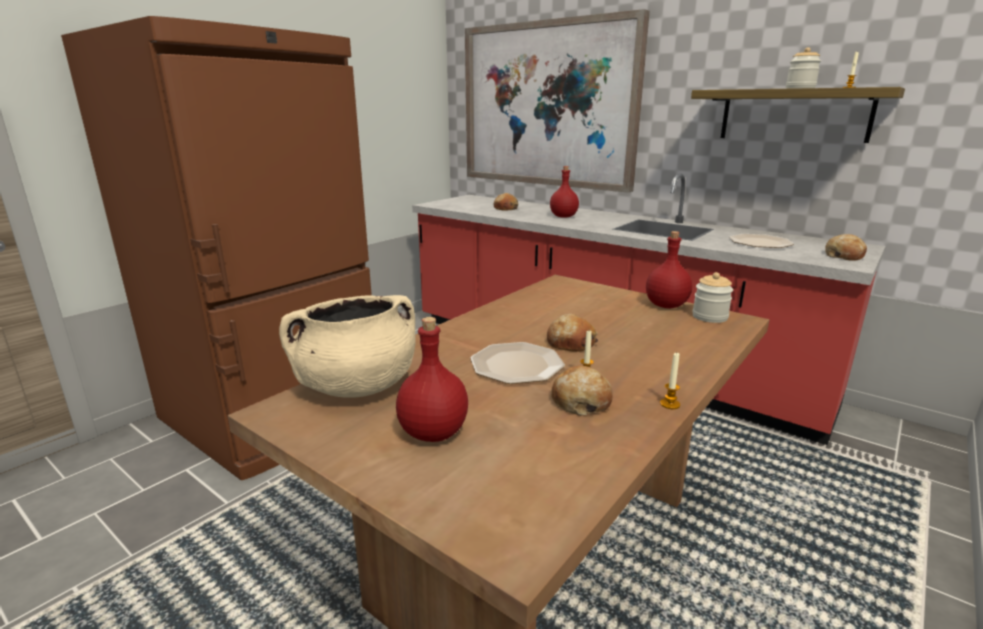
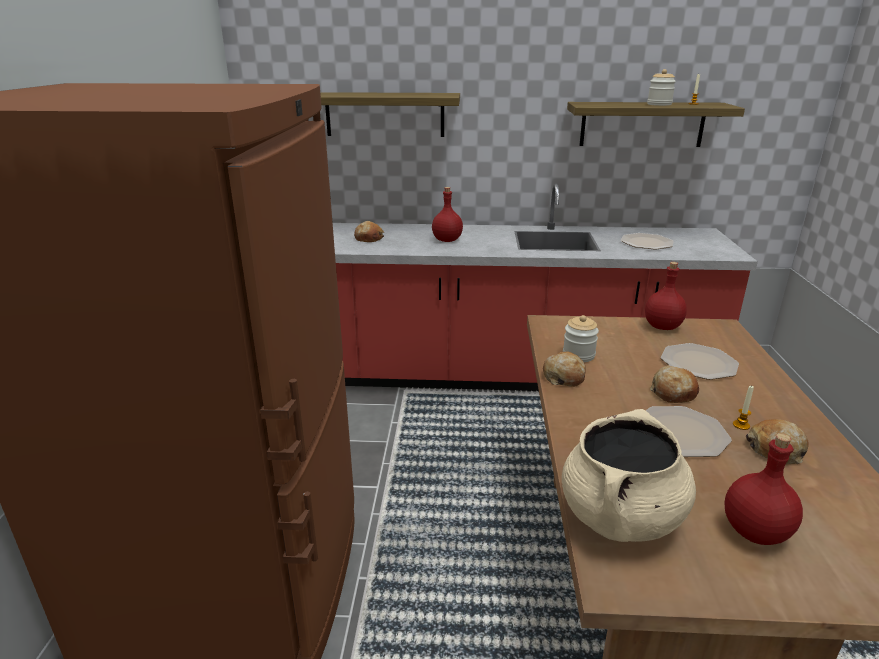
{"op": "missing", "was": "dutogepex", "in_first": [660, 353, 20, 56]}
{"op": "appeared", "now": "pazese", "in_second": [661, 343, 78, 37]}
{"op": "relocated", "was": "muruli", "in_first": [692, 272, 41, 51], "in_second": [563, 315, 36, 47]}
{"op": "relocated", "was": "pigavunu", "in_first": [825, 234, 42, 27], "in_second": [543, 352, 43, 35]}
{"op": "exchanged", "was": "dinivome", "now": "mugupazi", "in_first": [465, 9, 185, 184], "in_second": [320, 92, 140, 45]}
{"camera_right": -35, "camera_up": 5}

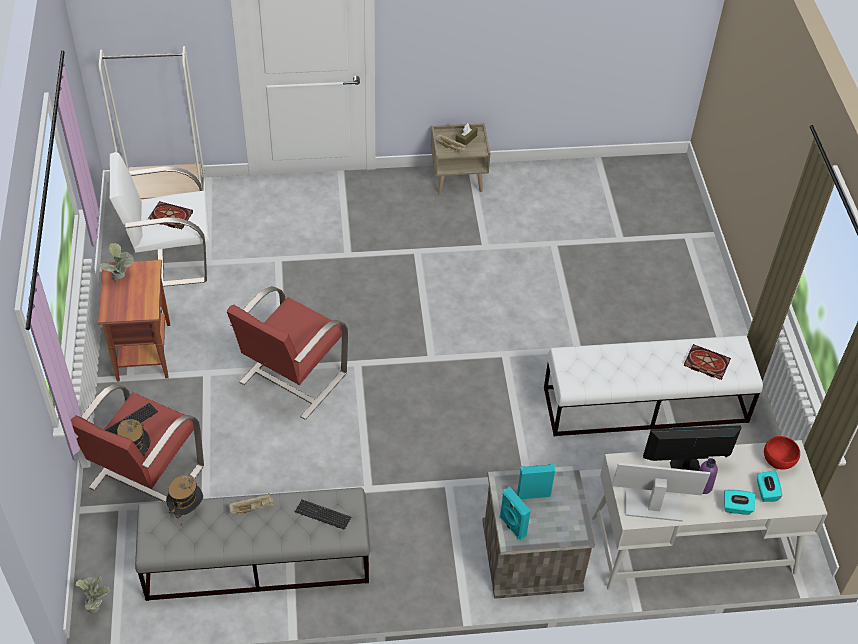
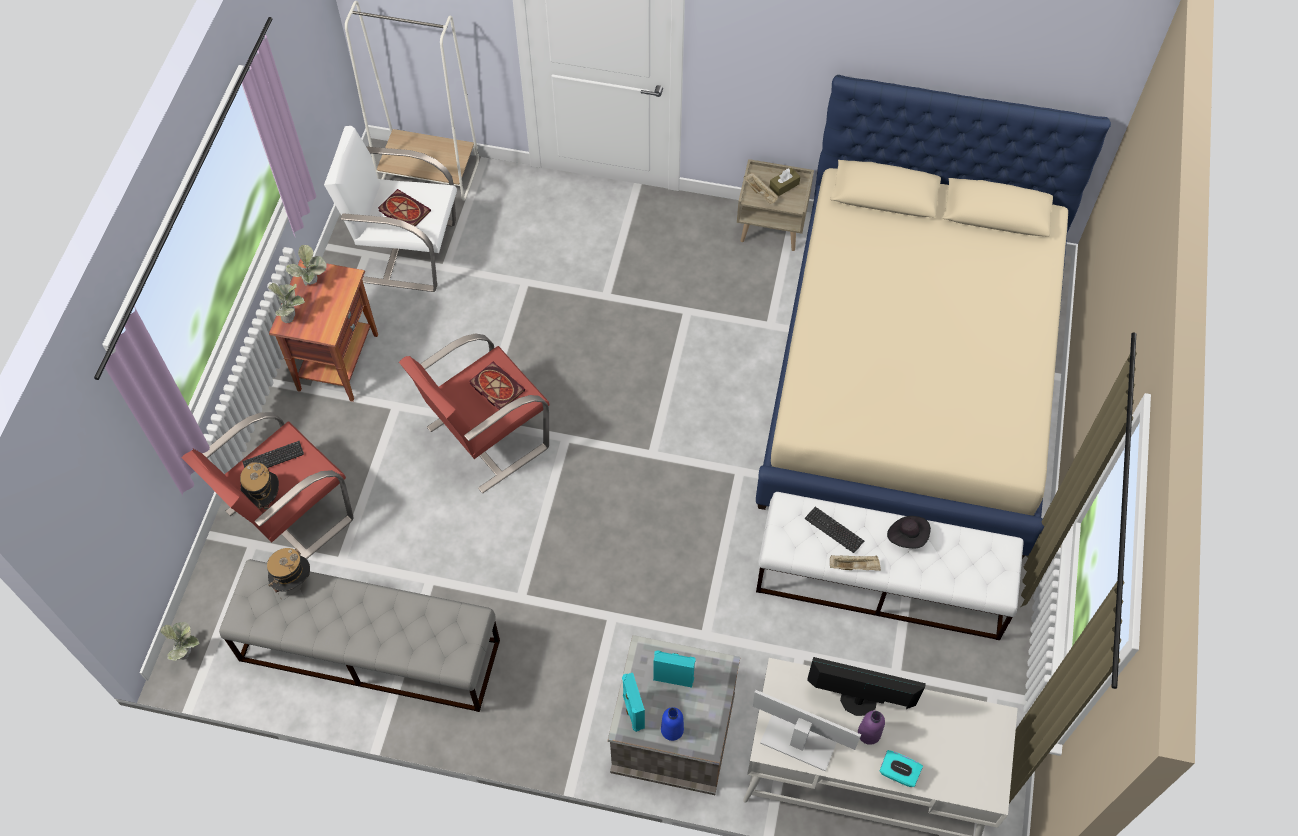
{"op": "missing", "was": "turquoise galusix", "in_first": [757, 470, 25, 32]}
{"op": "missing", "was": "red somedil", "in_first": [764, 436, 36, 34]}
{"op": "appeared", "now": "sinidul", "in_second": [269, 283, 36, 40]}
{"op": "appeared", "now": "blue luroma", "in_second": [661, 707, 23, 34]}
{"op": "appeared", "now": "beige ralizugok", "in_second": [756, 75, 355, 484]}
{"op": "appeared", "now": "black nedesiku", "in_second": [887, 516, 44, 32]}
{"op": "relocated", "was": "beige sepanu", "in_first": [229, 493, 46, 21], "in_second": [830, 555, 51, 16]}
{"op": "relocated", "was": "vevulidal", "in_first": [295, 500, 56, 30], "in_second": [805, 507, 59, 46]}
{"op": "relocated", "was": "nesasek", "in_first": [684, 344, 47, 36], "in_second": [469, 362, 56, 48]}
{"camera_right": 20, "camera_up": 10}

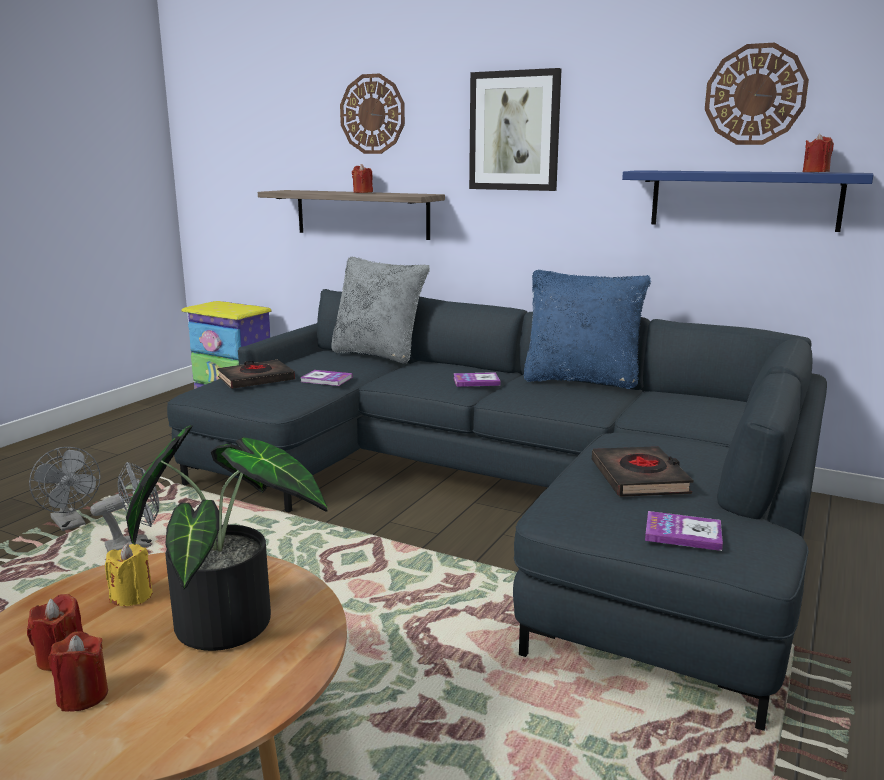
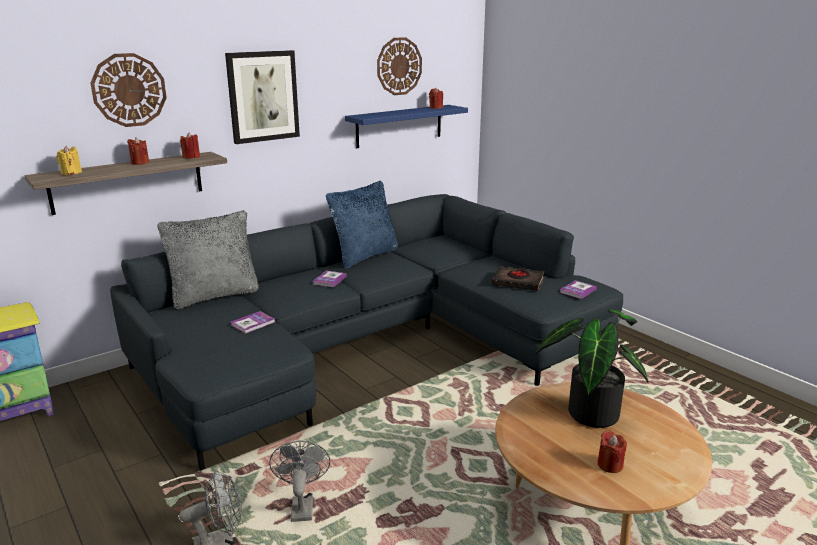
{"op": "missing", "was": "black nesasek", "in_first": [217, 360, 78, 29]}
{"op": "relocated", "was": "red dutogepex", "in_first": [48, 631, 60, 81], "in_second": [180, 132, 20, 27]}
{"op": "relocated", "was": "yellow dutogepex", "in_first": [105, 544, 48, 62], "in_second": [56, 146, 26, 29]}
{"camera_right": -65, "camera_up": 5}

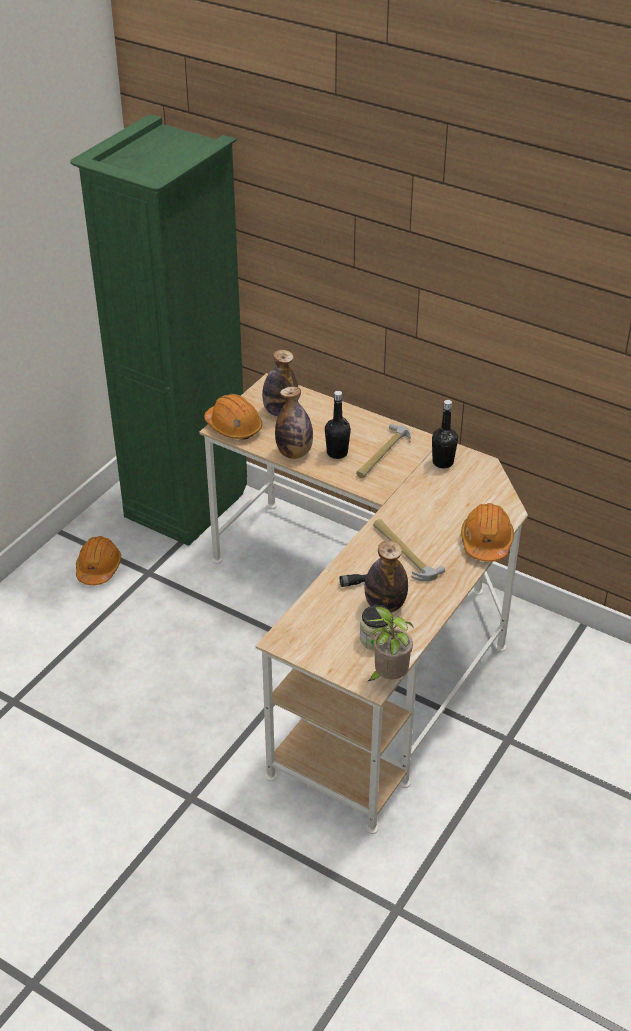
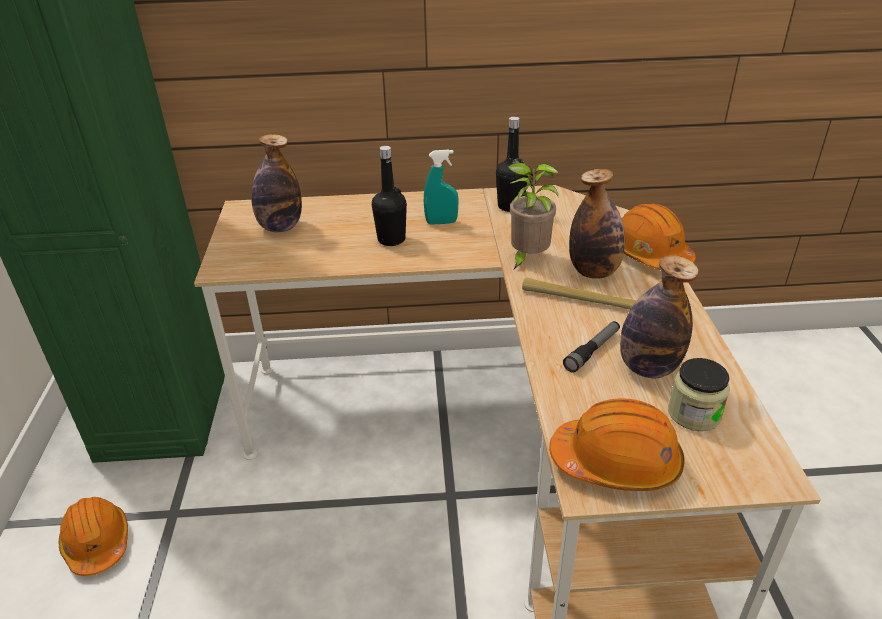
{"op": "relocated", "was": "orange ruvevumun", "in_first": [204, 394, 58, 46], "in_second": [549, 398, 136, 93]}
{"op": "relocated", "was": "luroma", "in_first": [275, 386, 38, 73], "in_second": [569, 169, 56, 110]}
{"op": "relocated", "was": "sinidul", "in_first": [367, 606, 47, 76], "in_second": [507, 163, 52, 107]}
{"op": "exchanged", "was": "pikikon", "now": "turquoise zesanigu", "in_first": [356, 423, 55, 55], "in_second": [424, 149, 35, 76]}
{"camera_right": -35, "camera_up": -5}

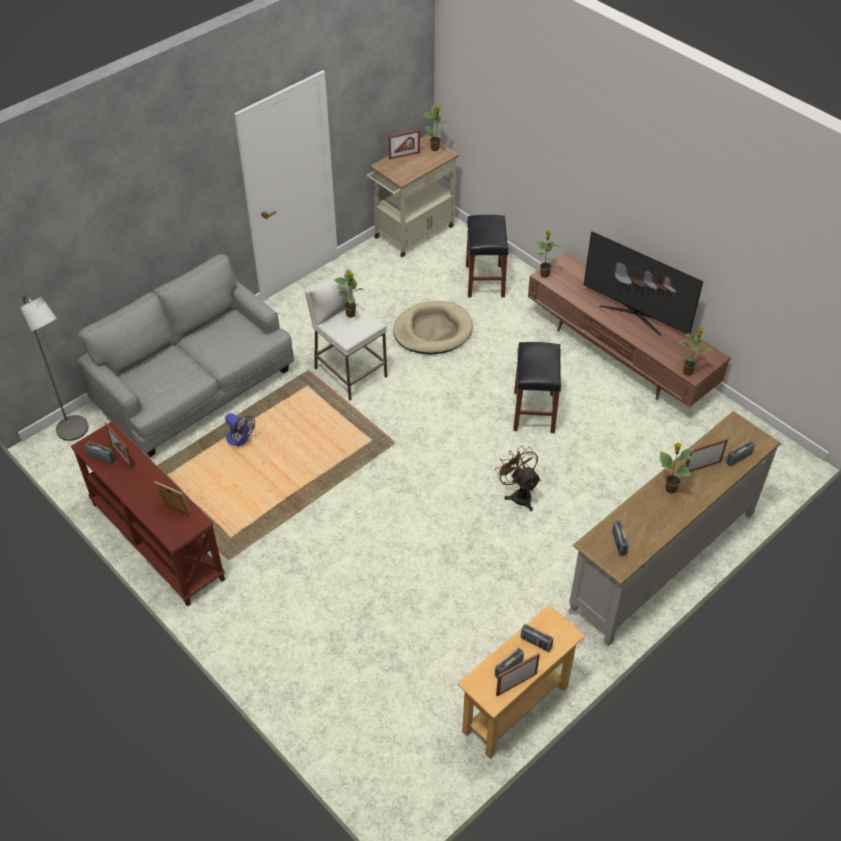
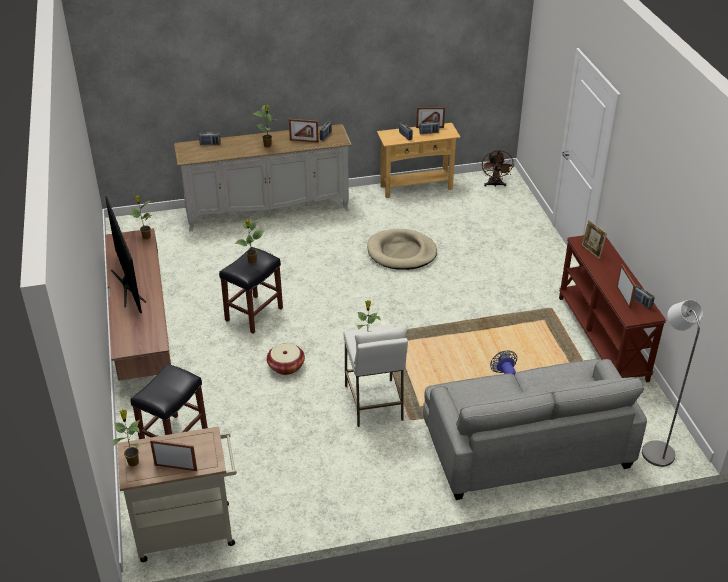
{"op": "appeared", "now": "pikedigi", "in_second": [267, 343, 38, 32]}
{"op": "relocated", "was": "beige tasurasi", "in_first": [393, 301, 80, 54], "in_second": [367, 229, 70, 41]}
{"op": "relocated", "was": "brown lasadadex", "in_first": [495, 446, 46, 65], "in_second": [482, 149, 32, 38]}
{"op": "relocated", "was": "sinidul", "in_first": [537, 230, 24, 48], "in_second": [235, 219, 29, 45]}
{"op": "relocated", "was": "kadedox", "in_first": [685, 439, 43, 33], "in_second": [289, 119, 30, 24]}
{"camera_right": -150, "camera_up": -10}

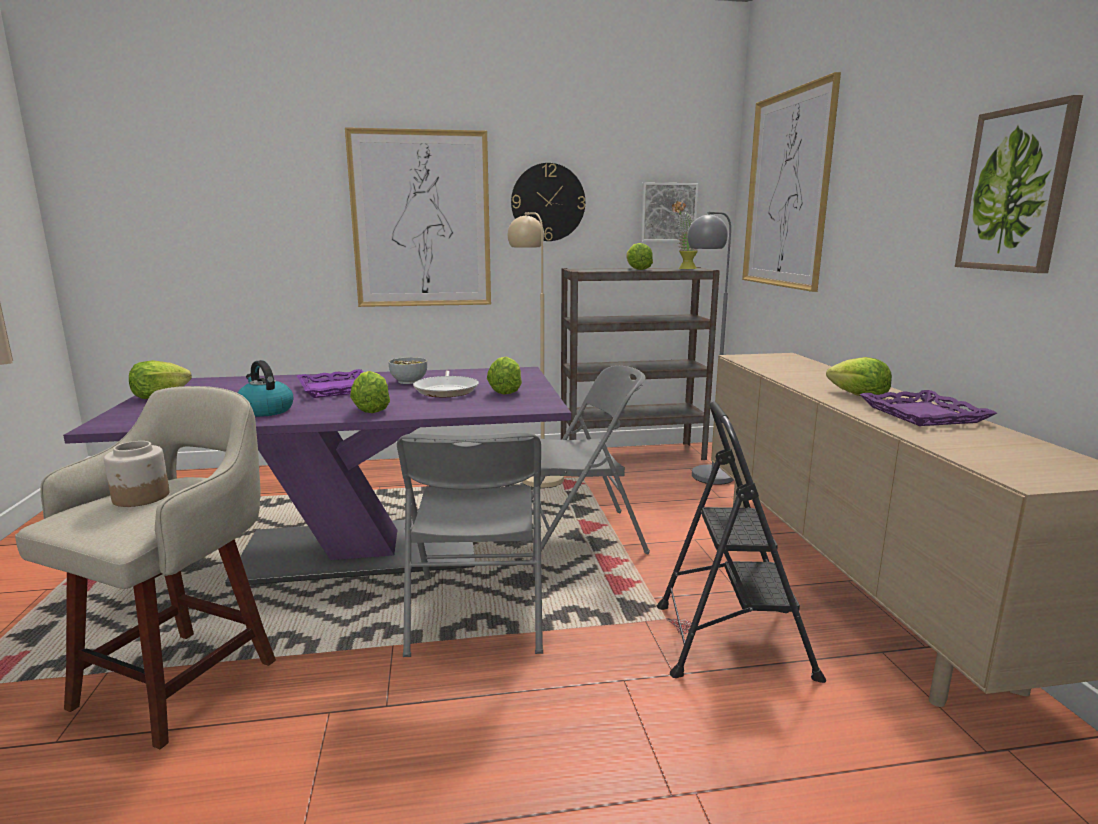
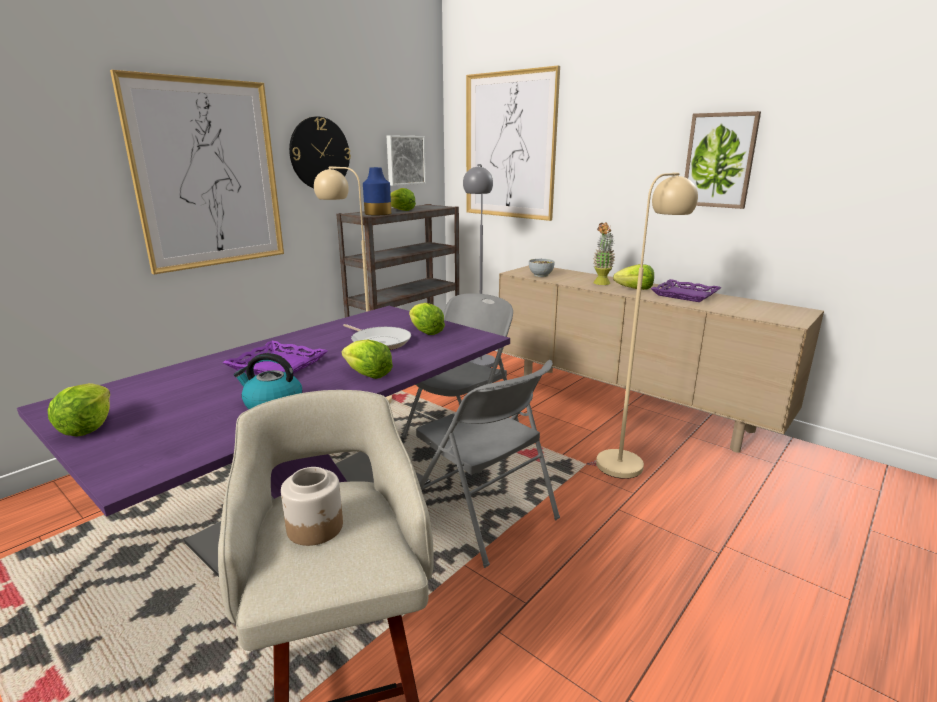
{"op": "appeared", "now": "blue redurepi", "in_second": [363, 167, 28, 48]}
{"op": "relocated", "was": "somedil", "in_first": [388, 357, 39, 27], "in_second": [529, 259, 26, 18]}
{"op": "relocated", "was": "sinidul", "in_first": [672, 201, 26, 68], "in_second": [593, 222, 22, 63]}
{"op": "exchanged", "was": "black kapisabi", "now": "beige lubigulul", "in_first": [657, 401, 169, 282], "in_second": [596, 172, 102, 307]}
{"camera_right": -40, "camera_up": 5}

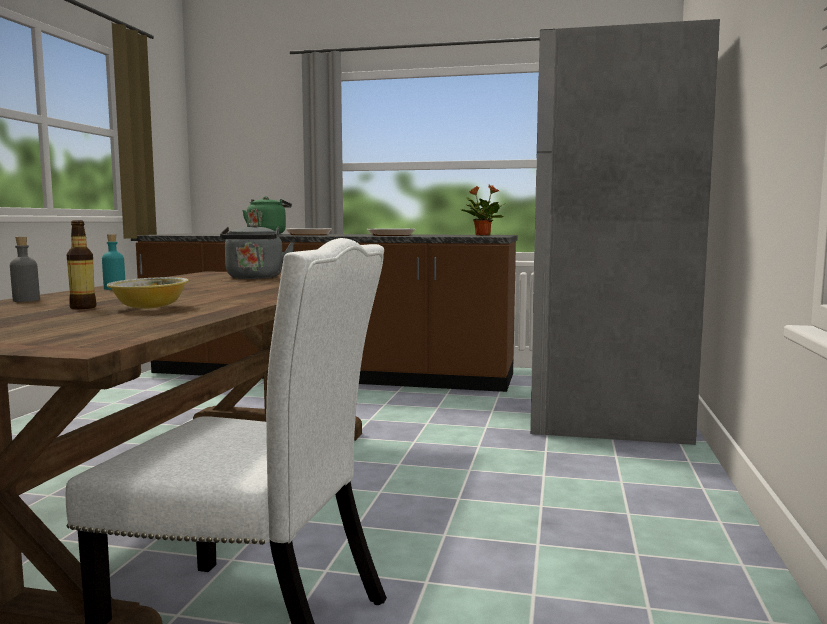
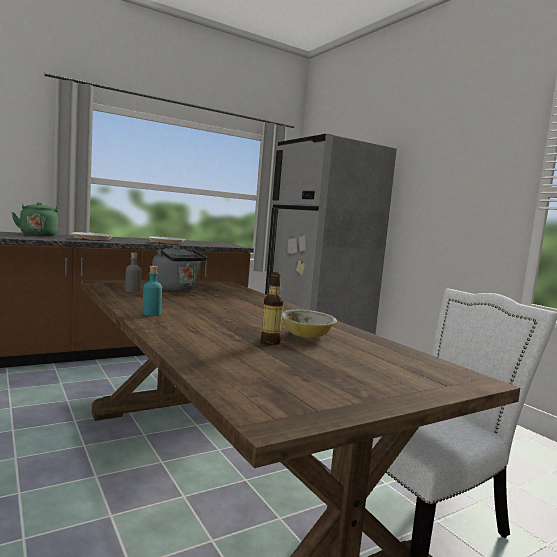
{"op": "missing", "was": "sinidul", "in_first": [462, 184, 42, 52]}
{"op": "relocated", "was": "grey luroma", "in_first": [10, 237, 30, 65], "in_second": [125, 252, 16, 40]}
{"camera_right": -45, "camera_up": 0}

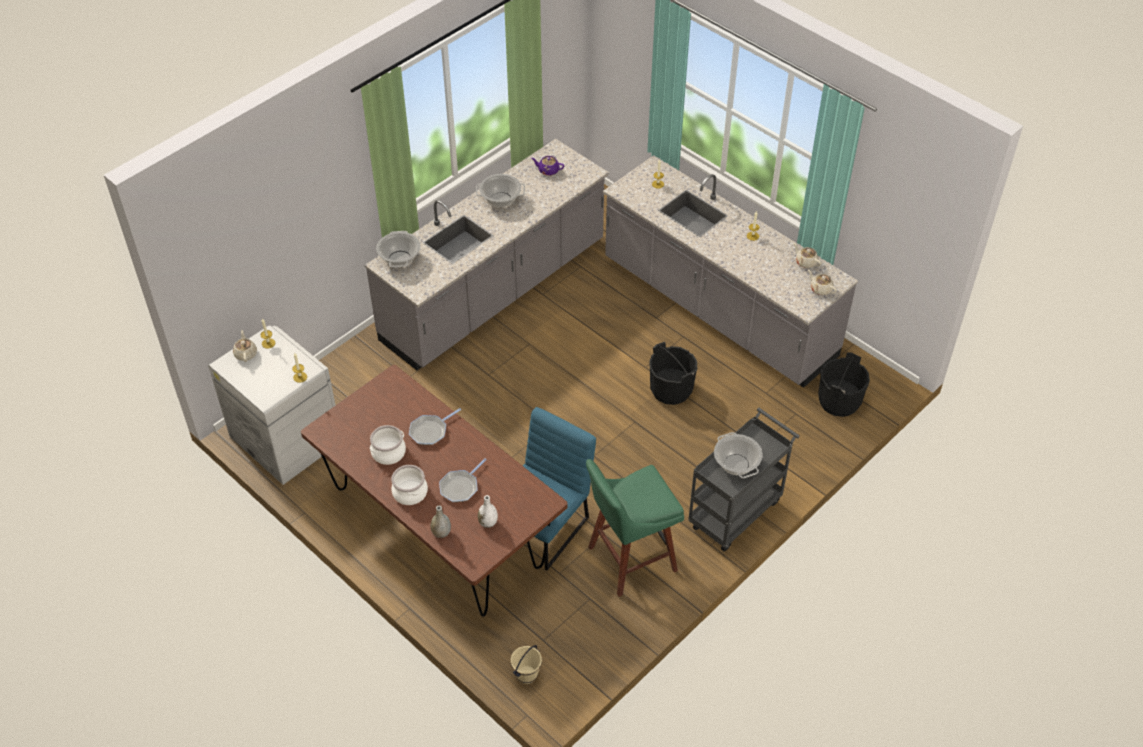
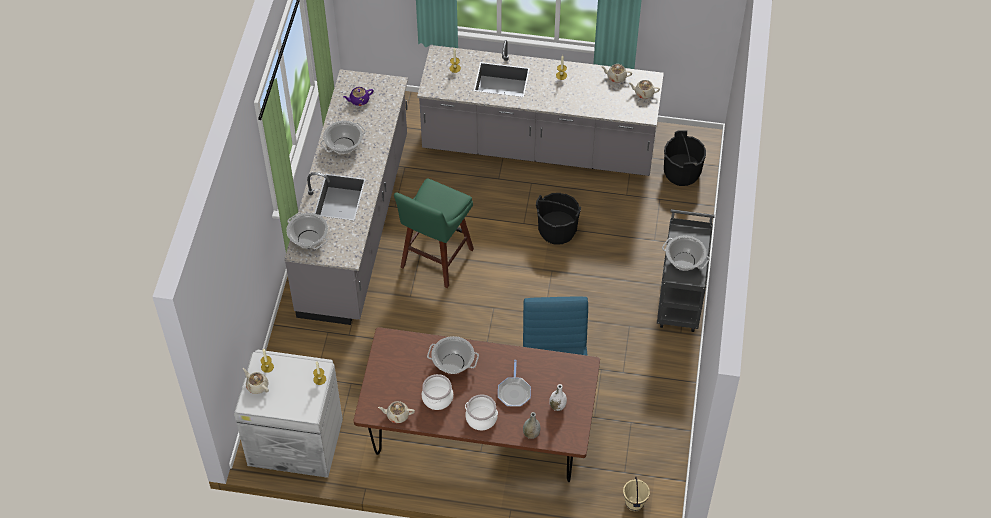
{"op": "appeared", "now": "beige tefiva", "in_second": [378, 401, 37, 22]}
{"op": "relocated", "was": "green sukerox", "in_first": [586, 459, 98, 138], "in_second": [394, 178, 80, 110]}
{"op": "exchanged", "was": "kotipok", "now": "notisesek", "in_first": [409, 408, 52, 37], "in_second": [427, 336, 52, 38]}
{"camera_right": -35, "camera_up": 5}

